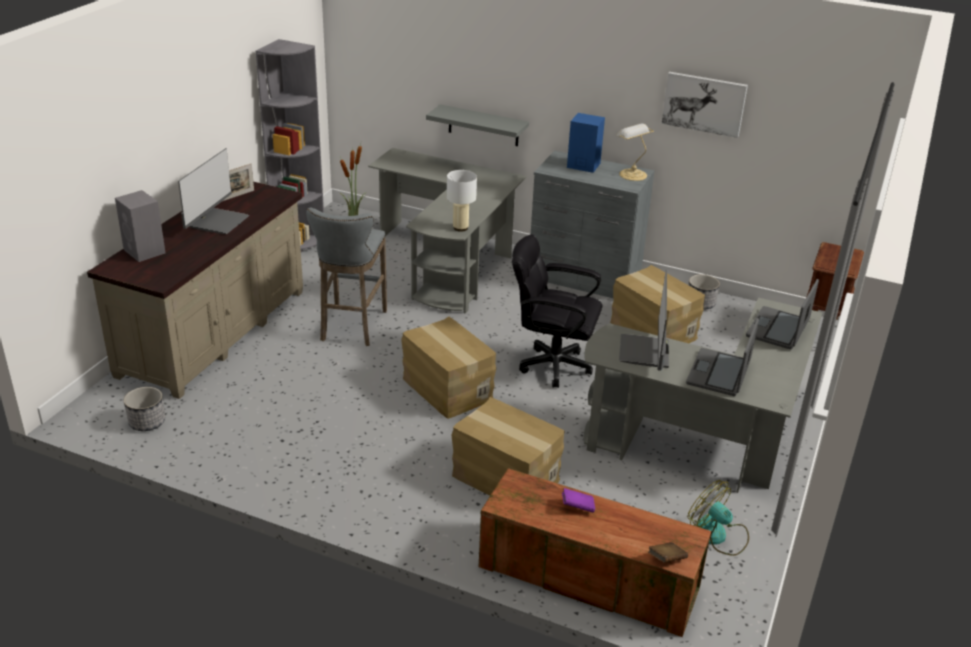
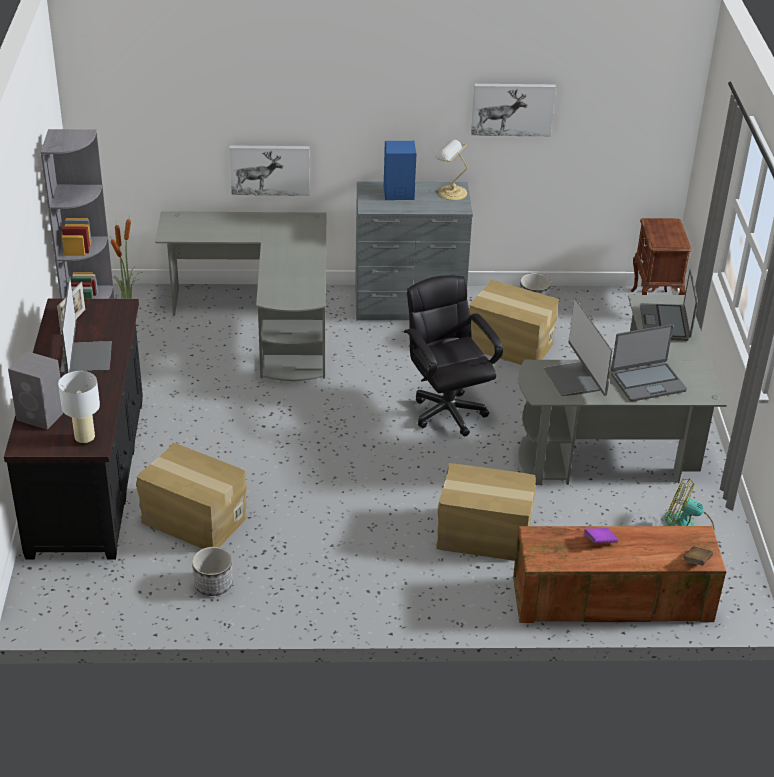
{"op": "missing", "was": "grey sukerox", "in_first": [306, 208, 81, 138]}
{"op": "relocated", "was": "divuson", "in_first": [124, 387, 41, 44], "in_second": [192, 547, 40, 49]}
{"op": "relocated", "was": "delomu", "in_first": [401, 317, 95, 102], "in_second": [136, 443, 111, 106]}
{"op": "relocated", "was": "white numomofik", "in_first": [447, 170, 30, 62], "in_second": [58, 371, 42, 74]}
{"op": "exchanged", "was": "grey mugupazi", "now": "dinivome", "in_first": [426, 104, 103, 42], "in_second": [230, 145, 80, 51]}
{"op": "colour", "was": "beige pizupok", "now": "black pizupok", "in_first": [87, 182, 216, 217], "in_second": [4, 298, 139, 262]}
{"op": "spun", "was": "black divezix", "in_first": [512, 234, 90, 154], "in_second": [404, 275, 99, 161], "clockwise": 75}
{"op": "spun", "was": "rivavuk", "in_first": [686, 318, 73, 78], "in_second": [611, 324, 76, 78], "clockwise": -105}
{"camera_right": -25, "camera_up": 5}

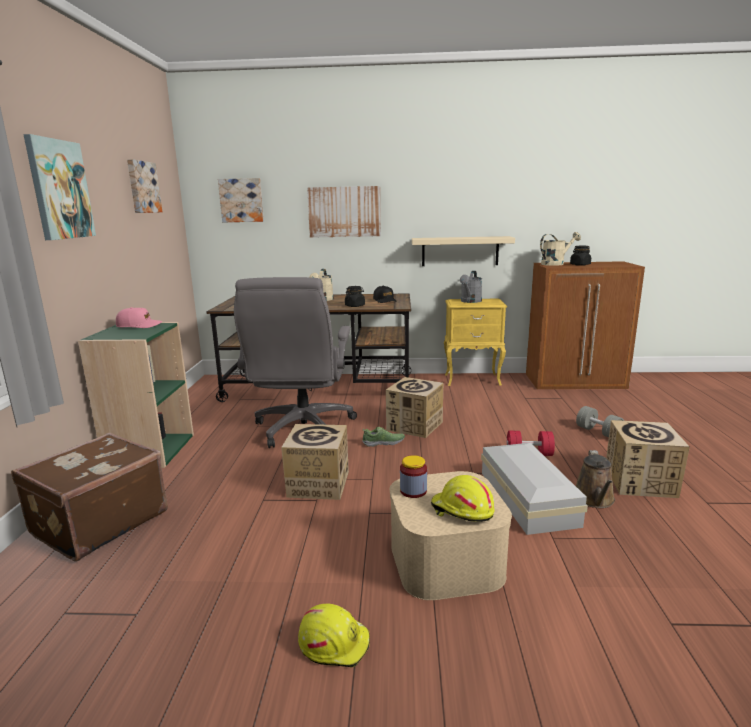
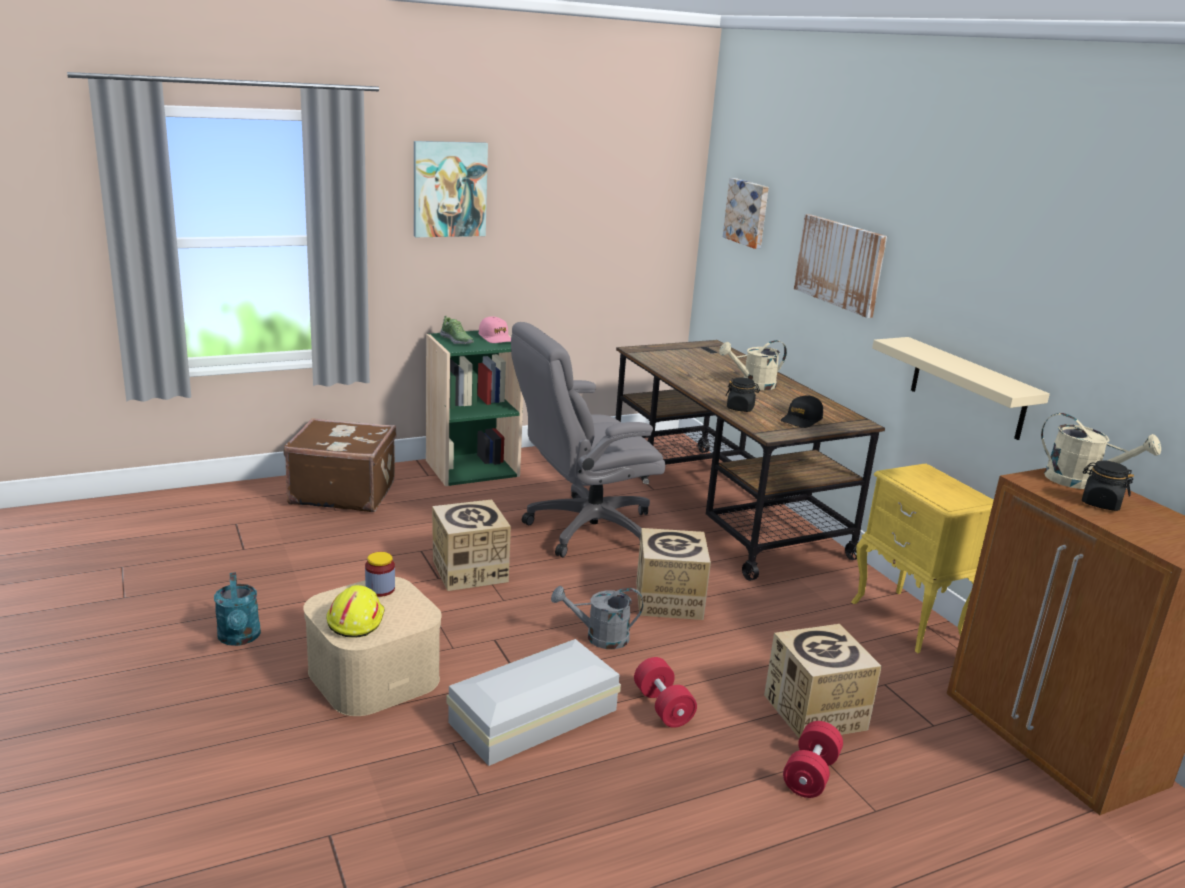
{"op": "missing", "was": "dinivome", "in_first": [127, 159, 35, 54]}
{"op": "missing", "was": "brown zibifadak", "in_first": [576, 450, 39, 58]}
{"op": "relocated", "was": "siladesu", "in_first": [362, 427, 43, 20], "in_second": [440, 316, 34, 28]}
{"op": "relocated", "was": "grey zibifadak", "in_first": [460, 271, 22, 32], "in_second": [551, 586, 92, 63]}
{"op": "relocated", "was": "delomu", "in_first": [606, 420, 84, 78], "in_second": [764, 624, 118, 114]}
{"op": "exchanged", "was": "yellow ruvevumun", "now": "turquoise zibifadak", "in_first": [298, 604, 72, 64], "in_second": [214, 572, 47, 74]}
{"op": "colour", "was": "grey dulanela", "now": "red dulanela", "in_first": [576, 406, 48, 31], "in_second": [783, 721, 60, 77]}
{"camera_right": 60, "camera_up": 5}

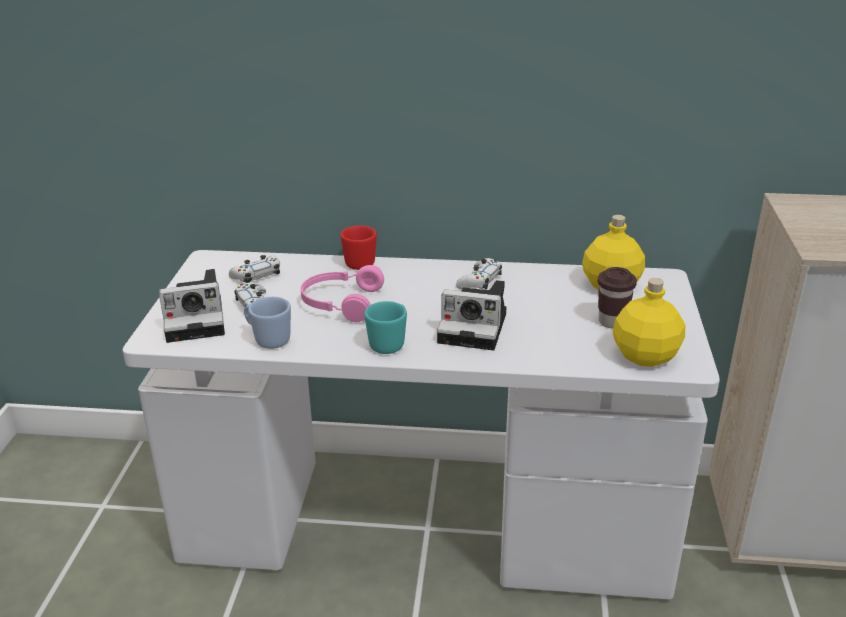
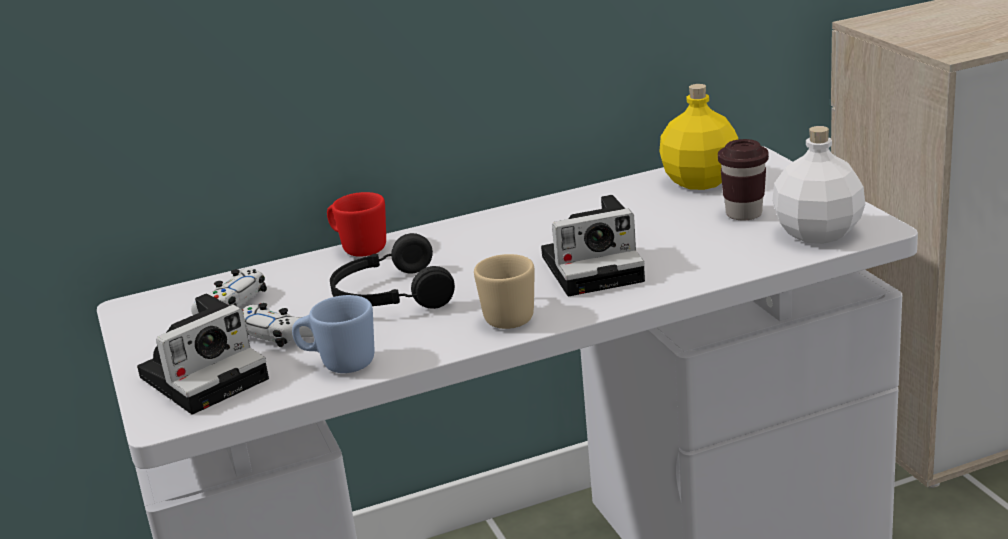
{"op": "missing", "was": "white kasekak", "in_first": [456, 258, 46, 31]}
{"op": "colour", "was": "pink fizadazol", "now": "black fizadazol", "in_first": [301, 265, 83, 57], "in_second": [330, 233, 125, 76]}
{"op": "colour", "was": "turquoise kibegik", "now": "beige kibegik", "in_first": [364, 301, 43, 53], "in_second": [474, 254, 61, 75]}
{"op": "colour", "was": "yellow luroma", "now": "white luroma", "in_first": [613, 278, 72, 89], "in_second": [772, 126, 93, 118]}
{"camera_right": -25, "camera_up": -5}

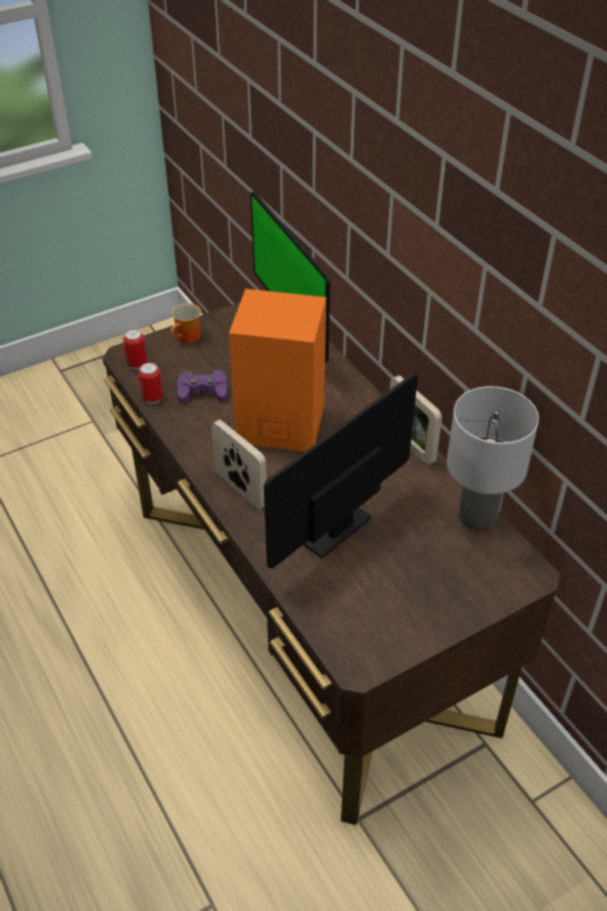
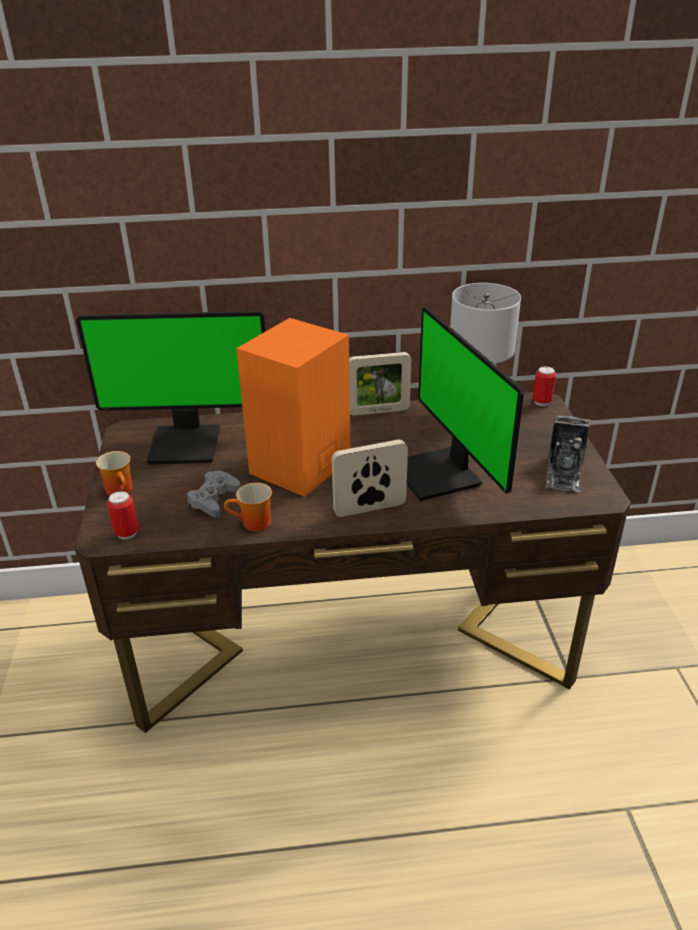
{"op": "appeared", "now": "kibegik", "in_second": [224, 483, 48, 49]}
{"op": "appeared", "now": "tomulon", "in_second": [545, 415, 46, 77]}
{"op": "relocated", "was": "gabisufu", "in_first": [138, 362, 25, 42], "in_second": [533, 366, 23, 40]}
{"op": "colour", "was": "purple kasekak", "now": "grey kasekak", "in_first": [178, 370, 49, 34], "in_second": [187, 471, 54, 47]}
{"camera_right": -65, "camera_up": -10}

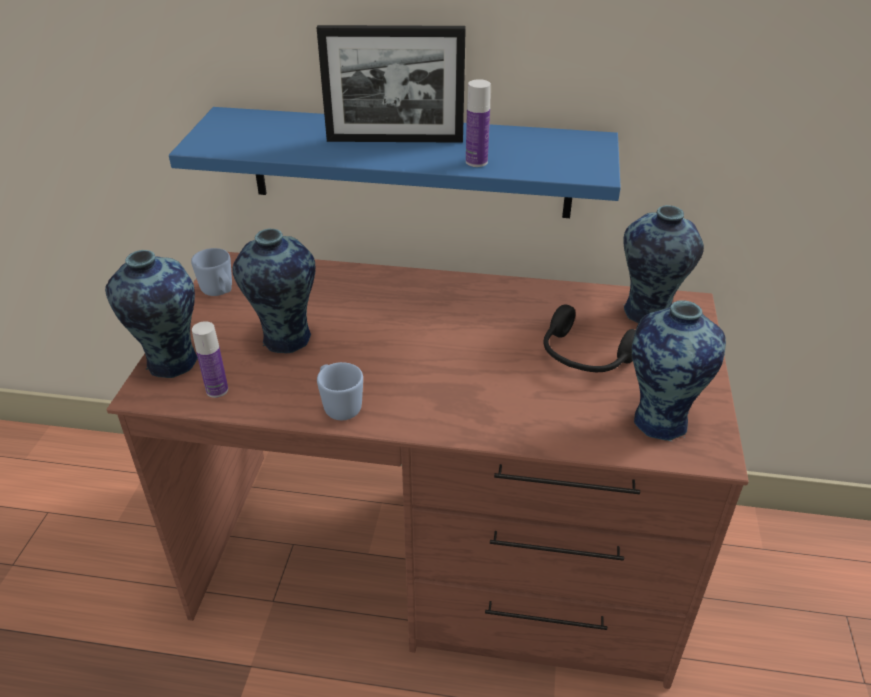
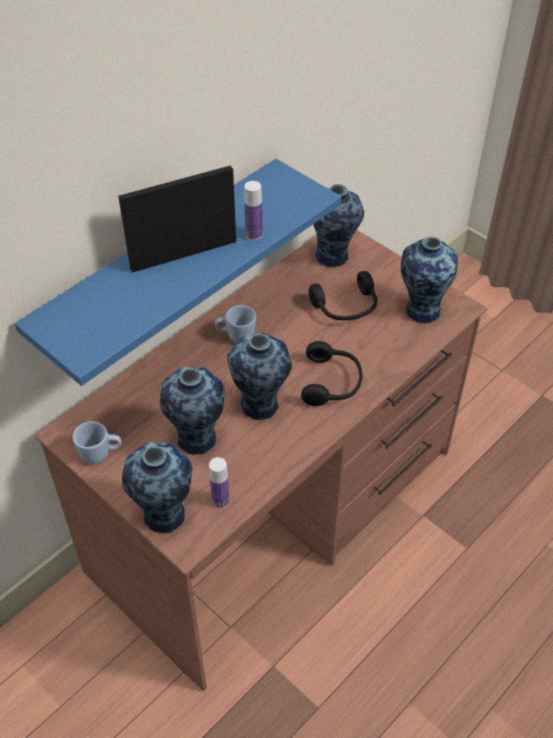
{"op": "appeared", "now": "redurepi", "in_second": [228, 333, 64, 88]}
{"op": "appeared", "now": "black fizadazol", "in_second": [301, 341, 62, 65]}
{"op": "relocated", "was": "blue kibegik", "in_first": [317, 362, 46, 58], "in_second": [215, 305, 41, 38]}
{"op": "spun", "was": "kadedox", "in_first": [317, 25, 149, 118], "in_second": [118, 165, 118, 108], "clockwise": -150}
{"camera_right": -55, "camera_up": 10}

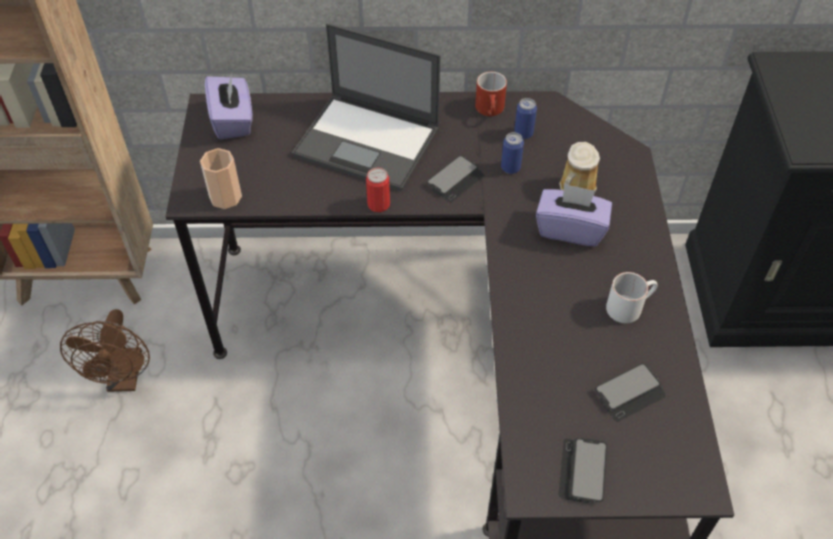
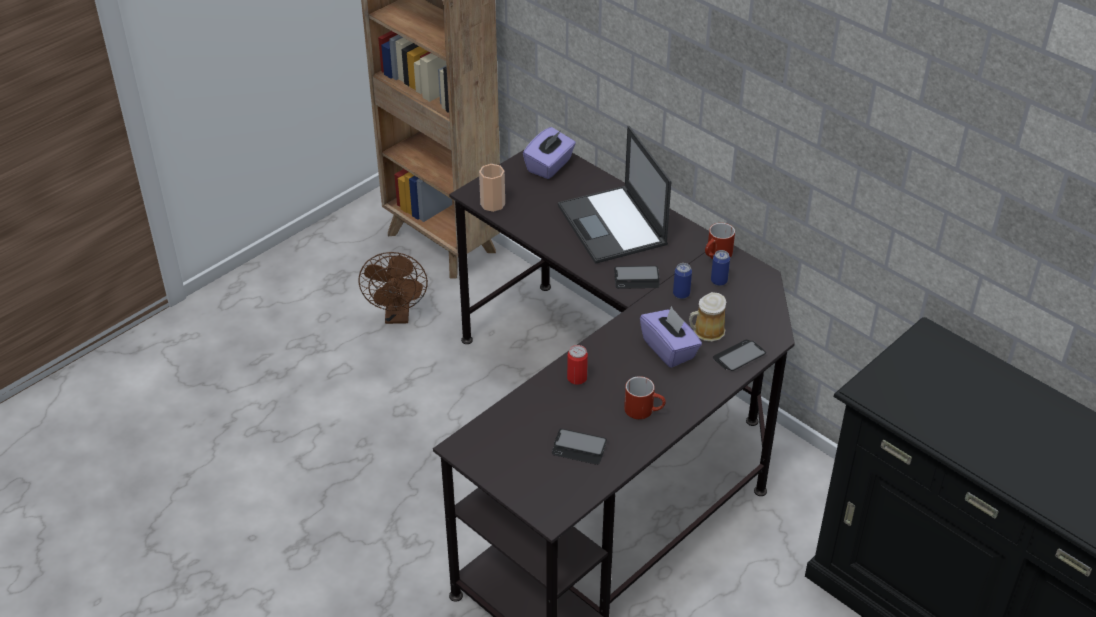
{"op": "relocated", "was": "gabisufu", "in_first": [366, 168, 24, 44], "in_second": [567, 345, 21, 40]}
{"op": "relocated", "was": "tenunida", "in_first": [559, 438, 48, 65], "in_second": [713, 339, 53, 32]}
{"op": "colour", "was": "white kibegik", "now": "red kibegik", "in_first": [606, 272, 52, 51], "in_second": [624, 376, 42, 43]}
{"op": "spun", "was": "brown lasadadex", "in_first": [60, 309, 90, 83], "in_second": [358, 252, 70, 72], "clockwise": -45}
{"camera_right": 45, "camera_up": -10}

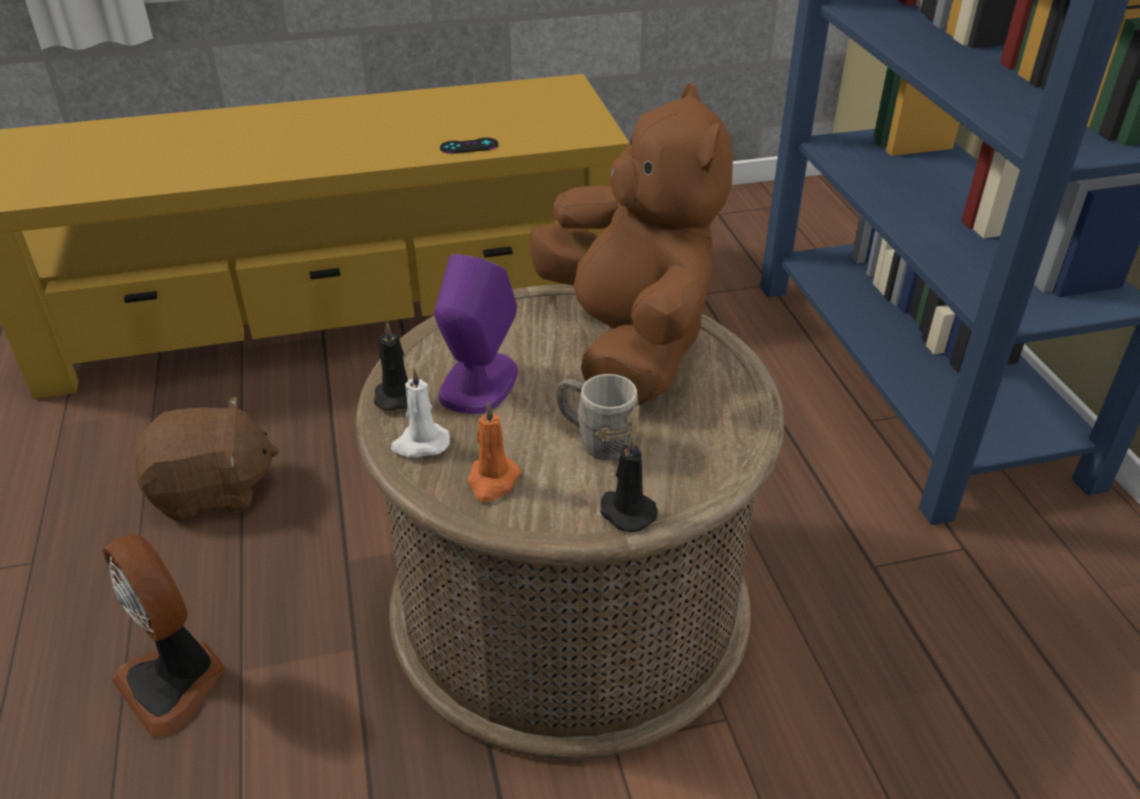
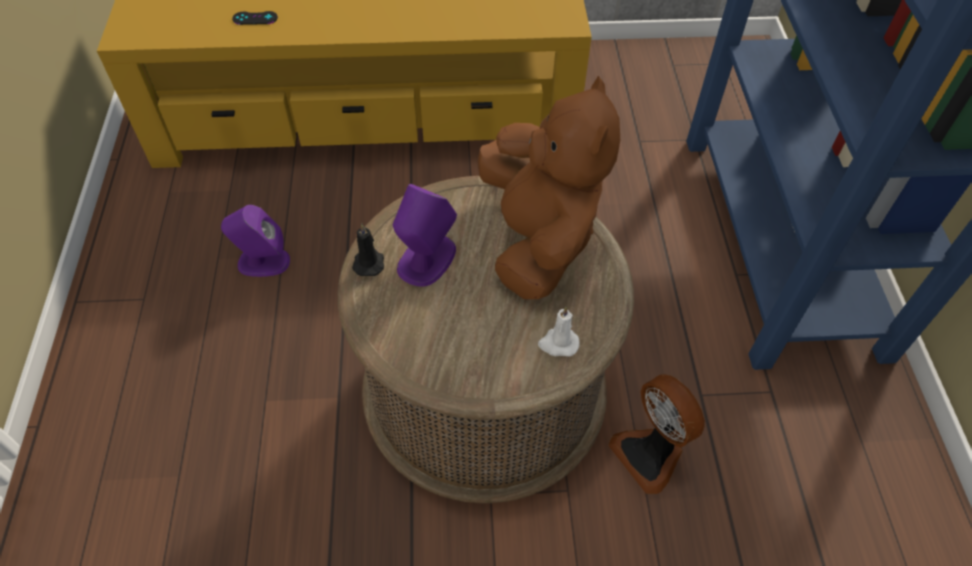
{"op": "missing", "was": "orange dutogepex", "in_first": [467, 402, 54, 100]}
{"op": "missing", "was": "grey kibegik", "in_first": [557, 374, 83, 86]}
{"op": "missing", "was": "black dutogepex", "in_first": [600, 435, 58, 97]}
{"op": "relocated", "was": "lasadadex", "in_first": [103, 534, 122, 204], "in_second": [608, 374, 97, 120]}
{"op": "relocated", "was": "white dutogepex", "in_first": [391, 367, 59, 91], "in_second": [538, 306, 42, 51]}
{"op": "relocated", "was": "black kasekak", "in_first": [440, 138, 58, 16], "in_second": [232, 11, 46, 14]}
{"op": "exchanged", "was": "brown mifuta", "now": "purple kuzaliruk", "in_first": [135, 396, 144, 125], "in_second": [221, 205, 69, 72]}
{"camera_right": 10, "camera_up": 15}

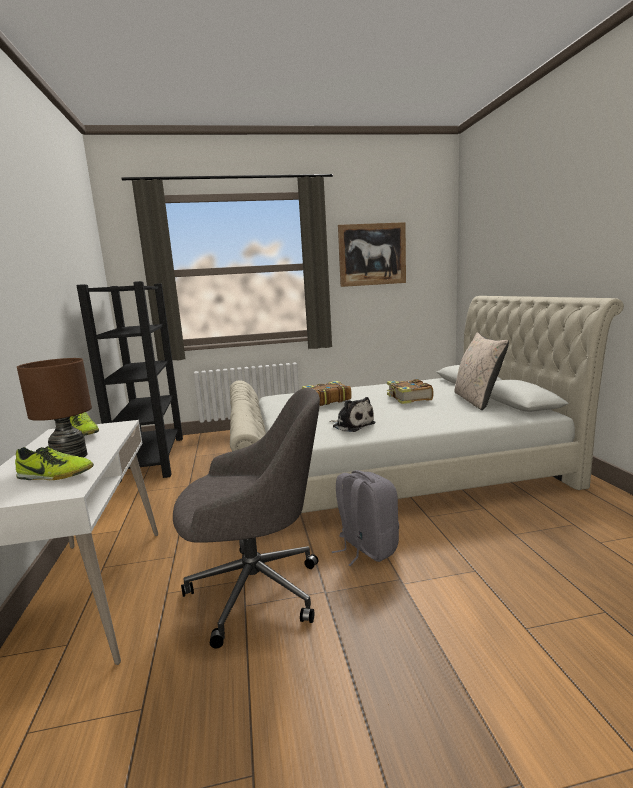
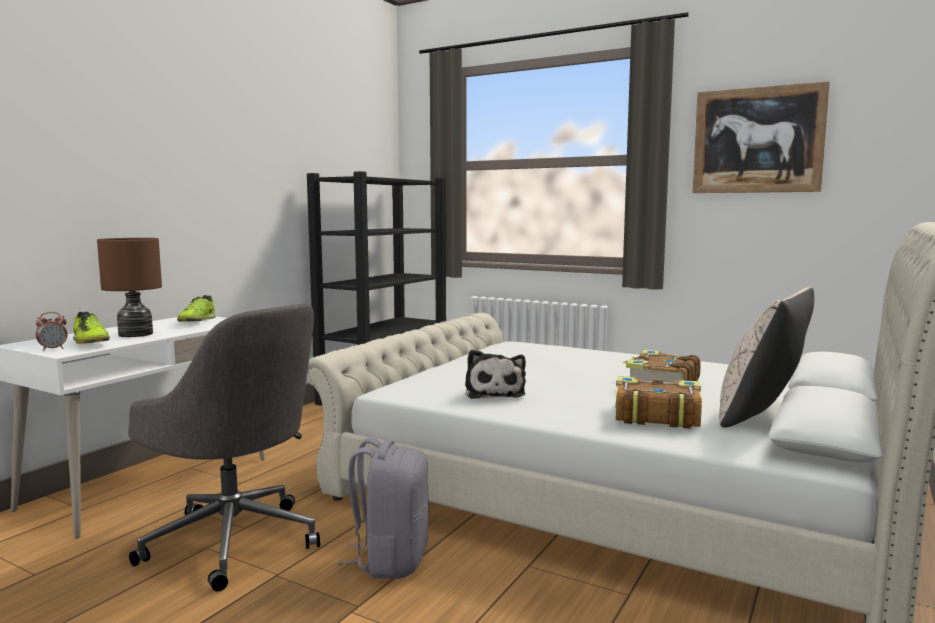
{"op": "appeared", "now": "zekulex", "in_second": [35, 312, 32, 39]}
{"op": "relocated", "was": "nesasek", "in_first": [302, 381, 50, 25], "in_second": [615, 376, 87, 53]}
{"camera_right": 40, "camera_up": -5}

